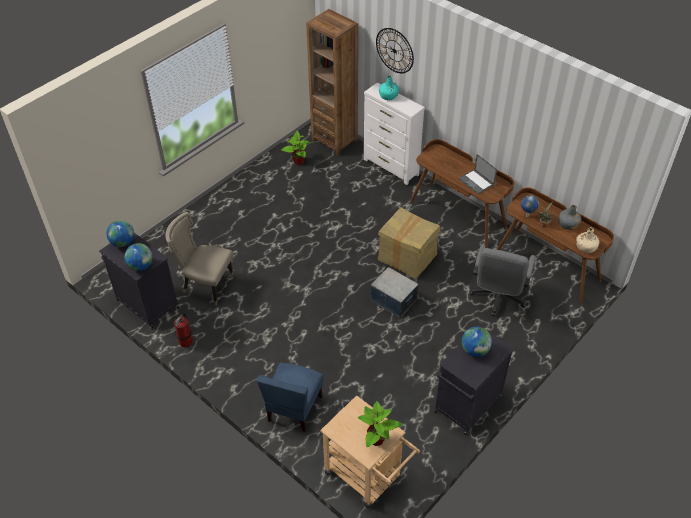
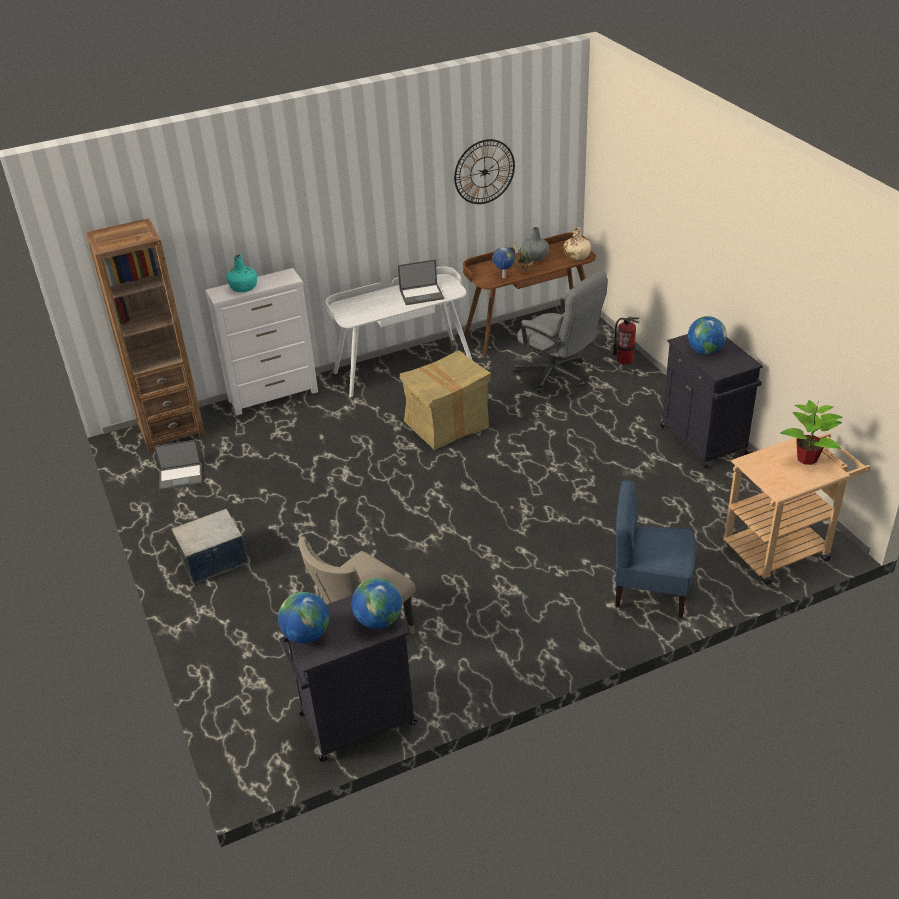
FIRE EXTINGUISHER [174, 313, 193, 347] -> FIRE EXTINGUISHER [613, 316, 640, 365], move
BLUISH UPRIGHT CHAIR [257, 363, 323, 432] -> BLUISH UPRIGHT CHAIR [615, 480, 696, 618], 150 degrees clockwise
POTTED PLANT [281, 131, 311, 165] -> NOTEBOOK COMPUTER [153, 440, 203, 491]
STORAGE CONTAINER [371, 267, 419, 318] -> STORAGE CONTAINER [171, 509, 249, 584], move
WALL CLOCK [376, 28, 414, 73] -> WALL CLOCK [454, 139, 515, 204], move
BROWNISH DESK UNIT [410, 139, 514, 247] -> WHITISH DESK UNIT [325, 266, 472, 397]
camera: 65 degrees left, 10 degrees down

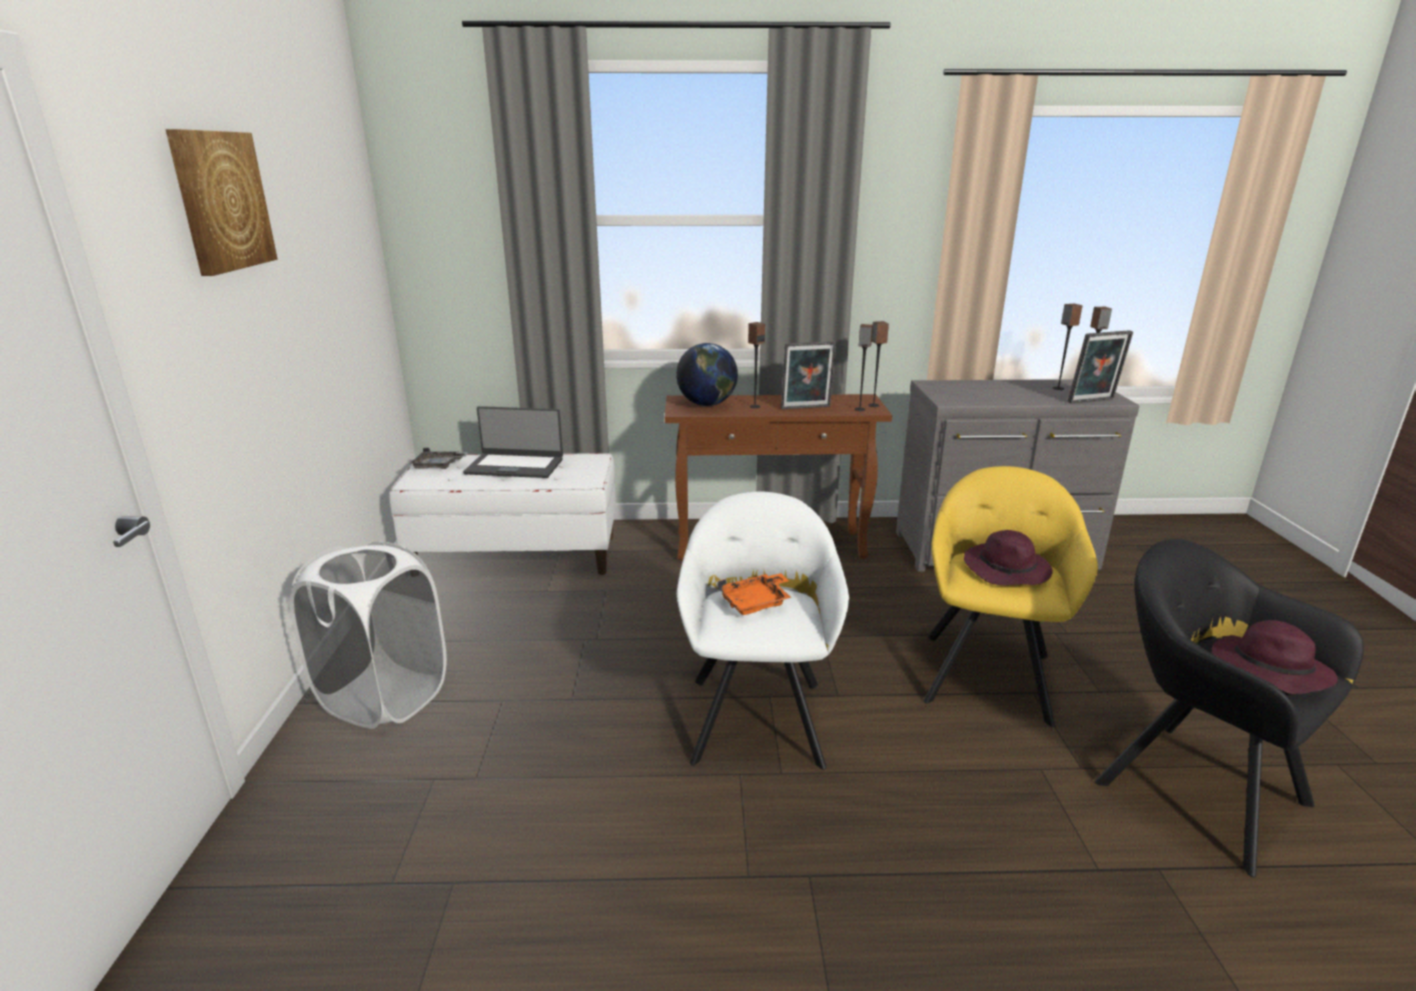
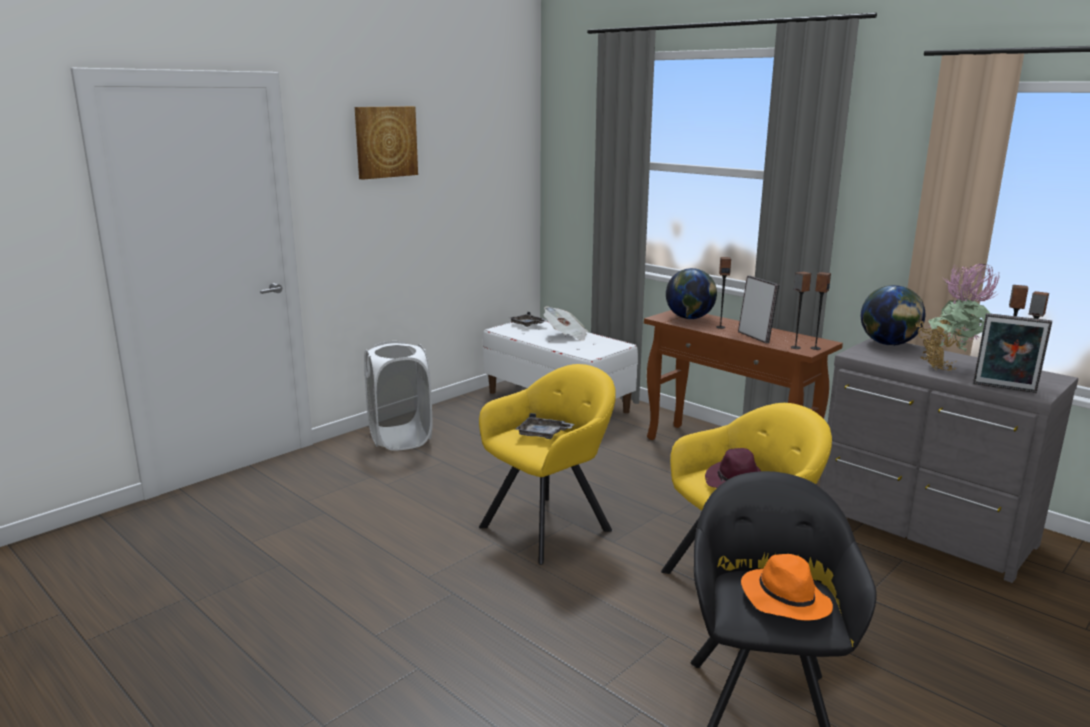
NOTEBOOK COMPUTER [463, 406, 563, 478] -> NEWSPAPER [543, 307, 588, 341]
WHITISH EASY CHAIR [677, 492, 849, 769] -> YELLOW-COLOURED EASY CHAIR [479, 364, 616, 565]
ORANGEY SERVING TRAY [717, 573, 792, 615] -> GRAY SERVING TRAY [515, 413, 574, 439]
PHOTO FRAME [781, 341, 836, 409] -> PHOTO FRAME [738, 276, 779, 343], 150 degrees counterclockwise
PURPLE-COLOURED CLOTHING HAT [1212, 620, 1338, 694] -> ORANGEY CLOTHING HAT [741, 554, 833, 621]
none -> WORLD GLOBE [861, 285, 925, 346]
none -> POTTED PLANT [915, 264, 1000, 371]
camera: 45 degrees right, 5 degrees down

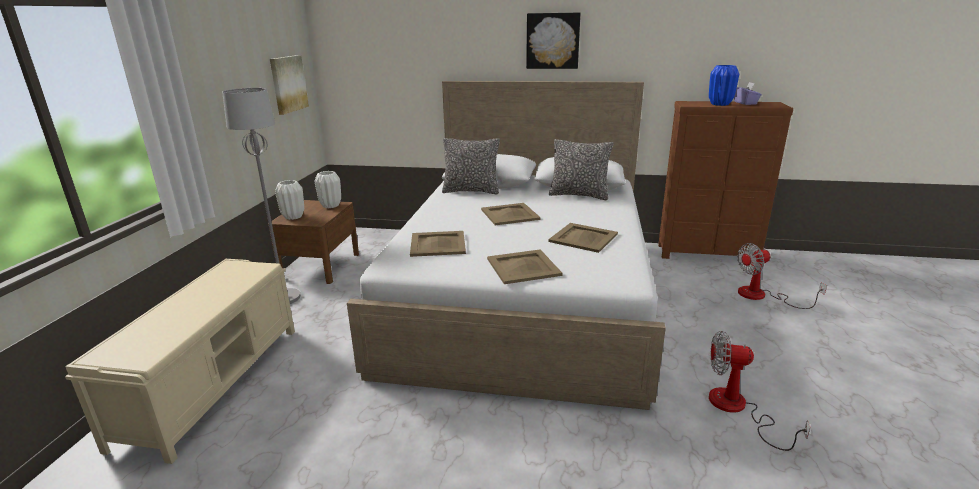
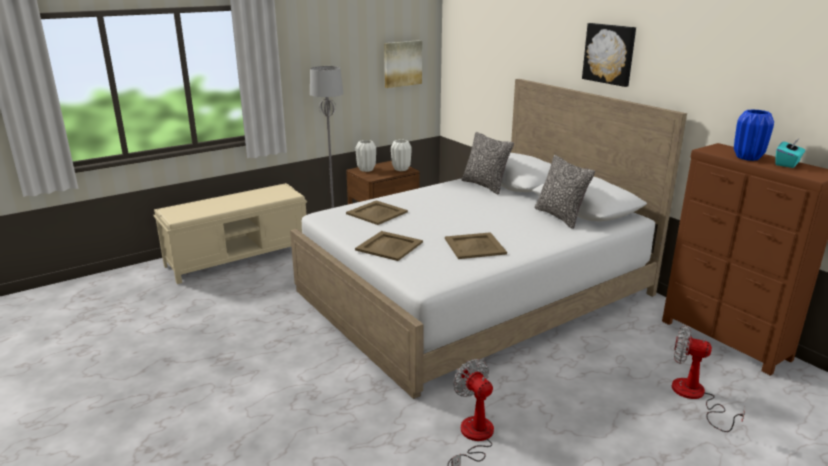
BEIGE SERVING TRAY [481, 203, 541, 225] -> none
PURPLE-COLOURED TISSUE HOLDER [734, 82, 762, 105] -> BLUE-GREEN TISSUE HOLDER [775, 138, 805, 168]
camera: 45 degrees right, 0 degrees up

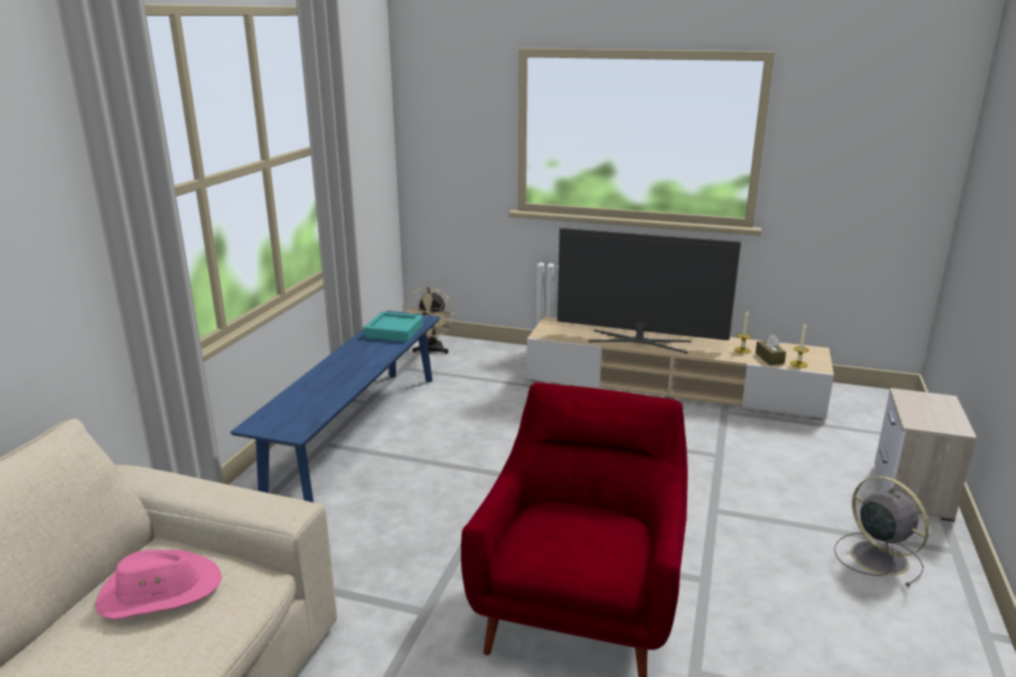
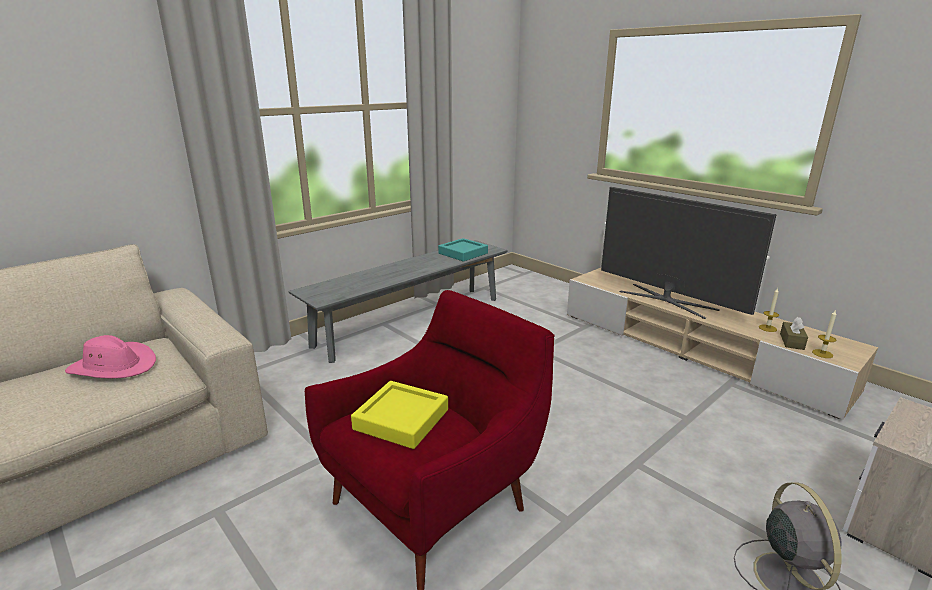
BLUISH LONG SEAT [231, 311, 440, 503] -> GRAY LONG SEAT [288, 240, 508, 363]
BEIGE ELECTRIC FAN [402, 287, 455, 354] -> none
none -> YELLOW-COLOURED SERVING TRAY [351, 381, 448, 449]
camera: 30 degrees right, 0 degrees up

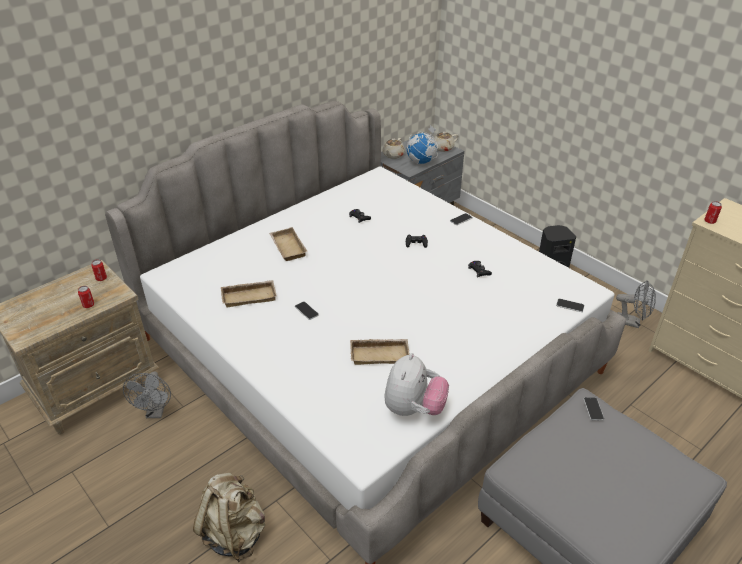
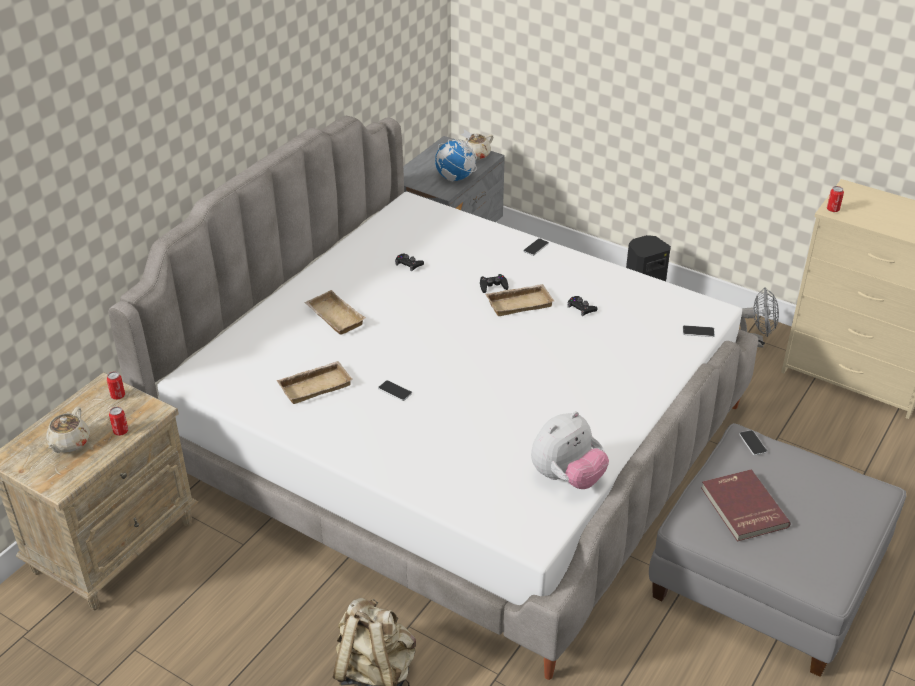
GRAY ELECTRIC FAN [123, 371, 171, 418] -> none
BEIGE SERVING TRAY [350, 339, 410, 365] -> BEIGE SERVING TRAY [486, 284, 554, 316], move
BEIGE TEAPOT [382, 138, 405, 159] -> BEIGE TEAPOT [46, 407, 90, 453], move
CUDDLY TOY [384, 353, 449, 416] -> CUDDLY TOY [531, 411, 609, 489], 45 degrees clockwise
none -> REDDISH BOOK [701, 470, 791, 542]
camera: 15 degrees left, 0 degrees up

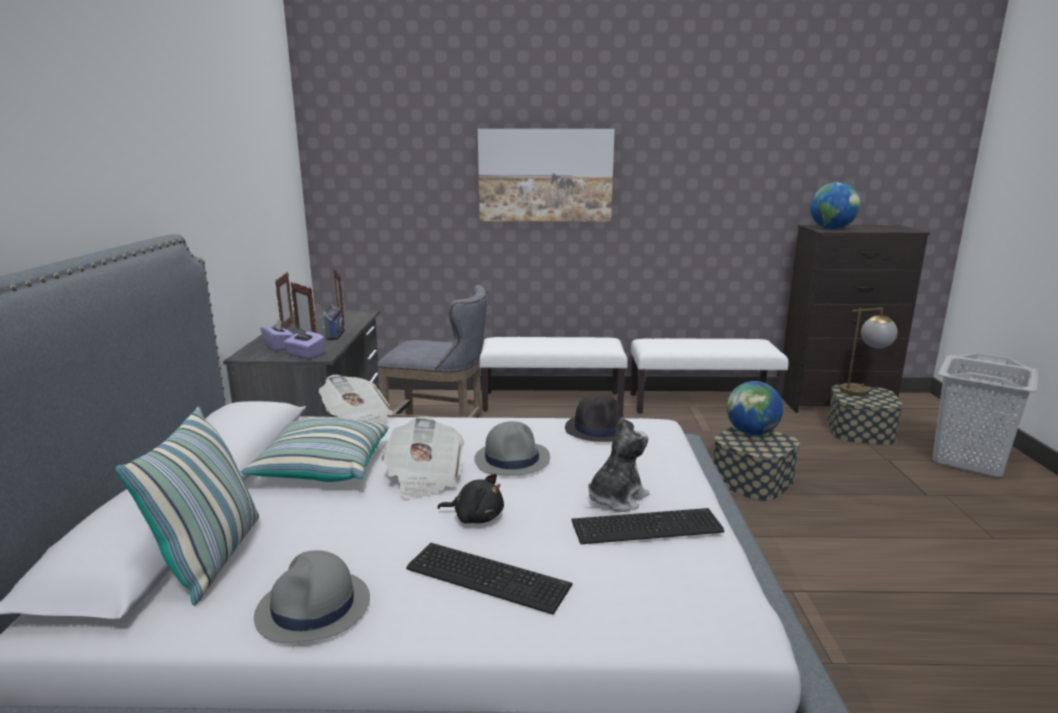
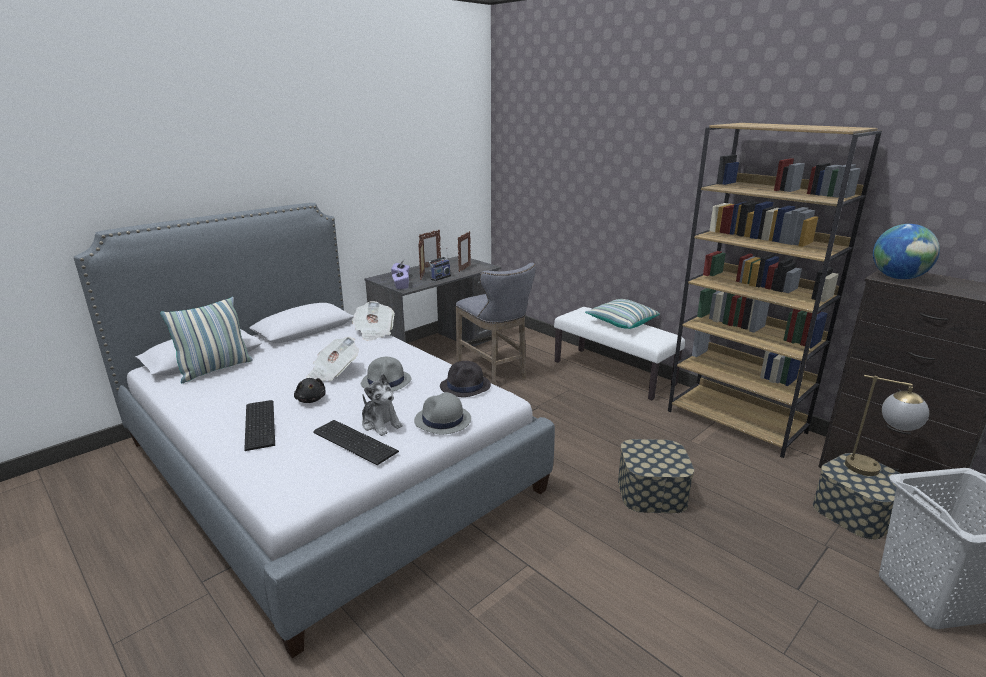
PILLOW [241, 417, 389, 482] -> PILLOW [585, 299, 660, 329], move
GRAY CLOTHING HAT [254, 550, 370, 643] -> GRAY CLOTHING HAT [414, 392, 471, 434], move
WALL PICTURE [478, 129, 615, 221] -> none
CUDDLY TOY [588, 417, 649, 512] -> CUDDLY TOY [362, 374, 403, 436], 45 degrees clockwise
WHITISH LONG SEAT [631, 338, 788, 413] -> BROWNISH BOOKSHELF [668, 123, 882, 458]
WORLD GLOBE [727, 381, 783, 435] -> none
camera: 45 degrees right, 5 degrees up

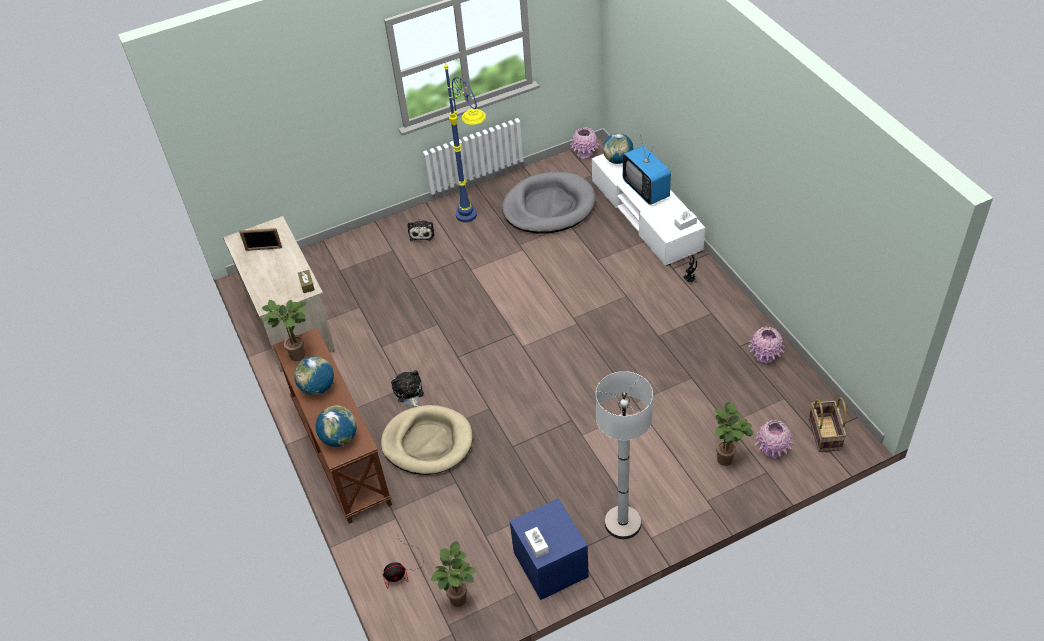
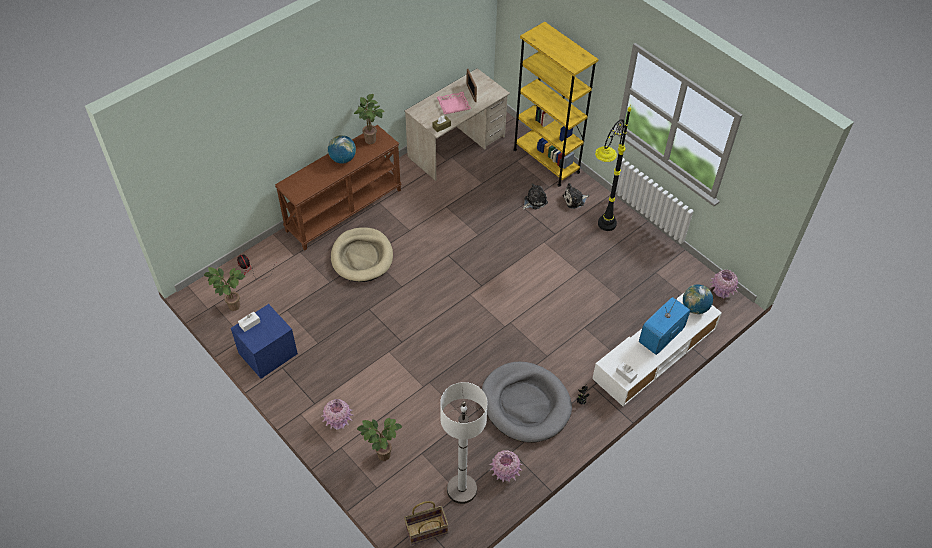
WORLD GLOBE [315, 405, 357, 447] -> none
CUDDLY TOY [391, 370, 424, 407] -> CUDDLY TOY [523, 183, 548, 209], move
BLUISH FLOOR LAMP [444, 61, 486, 222] -> BLACK FLOOR LAMP [595, 107, 631, 231]
GRAY DOG CUSHION [502, 172, 596, 234] -> GRAY DOG CUSHION [482, 362, 572, 443], move
WHITISH FLOOR LAMP [596, 371, 653, 539] -> WHITISH FLOOR LAMP [440, 382, 487, 504], move
PINK-COLOURED DECORATIVE VASE [754, 420, 793, 459] -> PINK-COLOURED DECORATIVE VASE [321, 399, 354, 430], move
none -> PINK-COLOURED SERVING TRAY [437, 92, 471, 114]
none -> YELLOW-COLOURED BOOKSHELF [513, 22, 599, 186]
camera: 70 degrees right, 5 degrees up

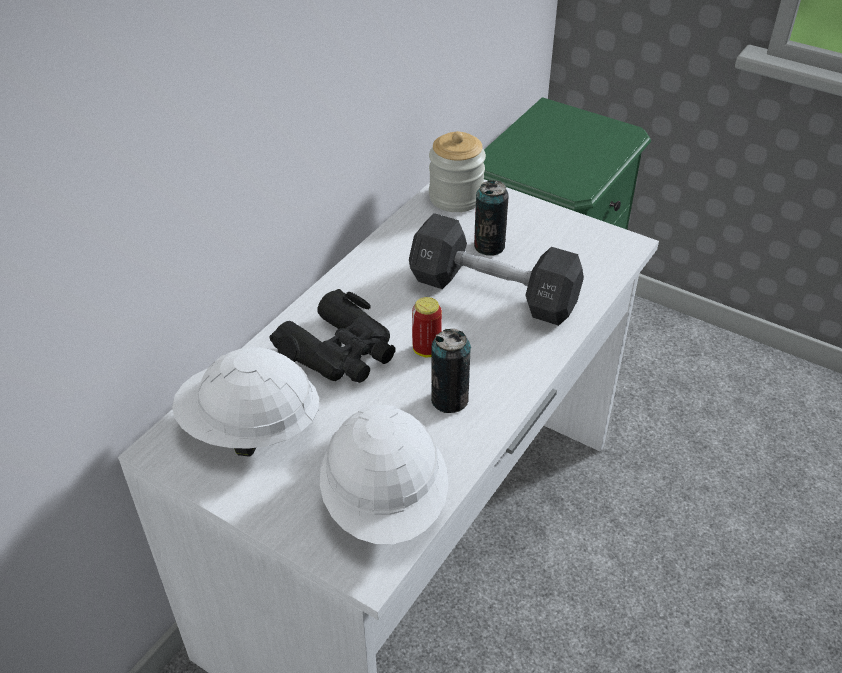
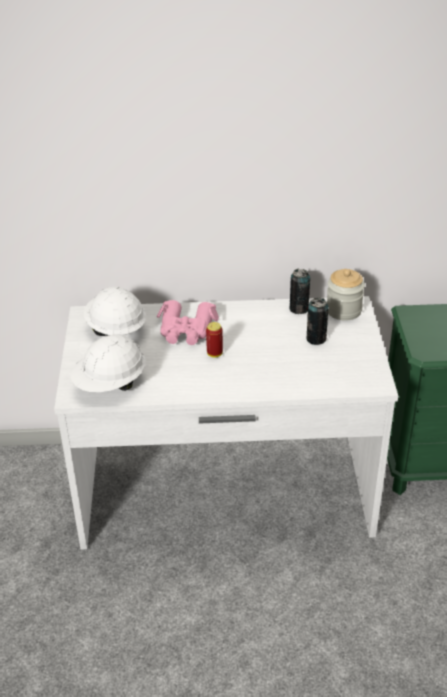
BLACK BINOCULARS [269, 289, 395, 383] -> PINK-COLOURED BINOCULARS [157, 300, 219, 345]
BLACK FREE WEIGHT [409, 213, 584, 326] -> none
METAL CAN [431, 329, 471, 413] -> METAL CAN [289, 269, 310, 314], move
camera: 55 degrees right, 5 degrees down

